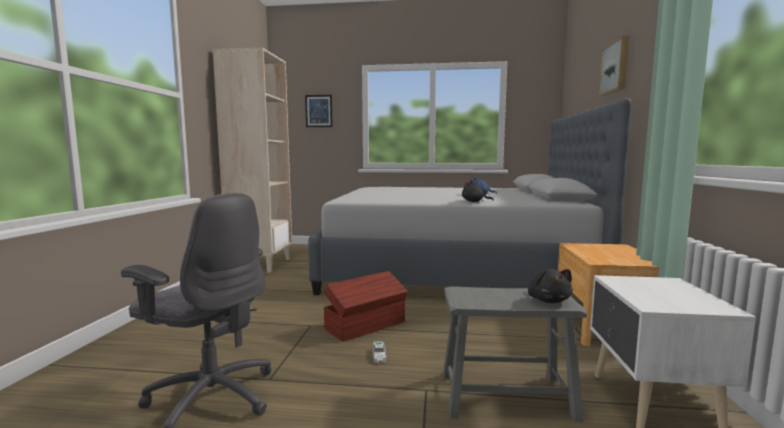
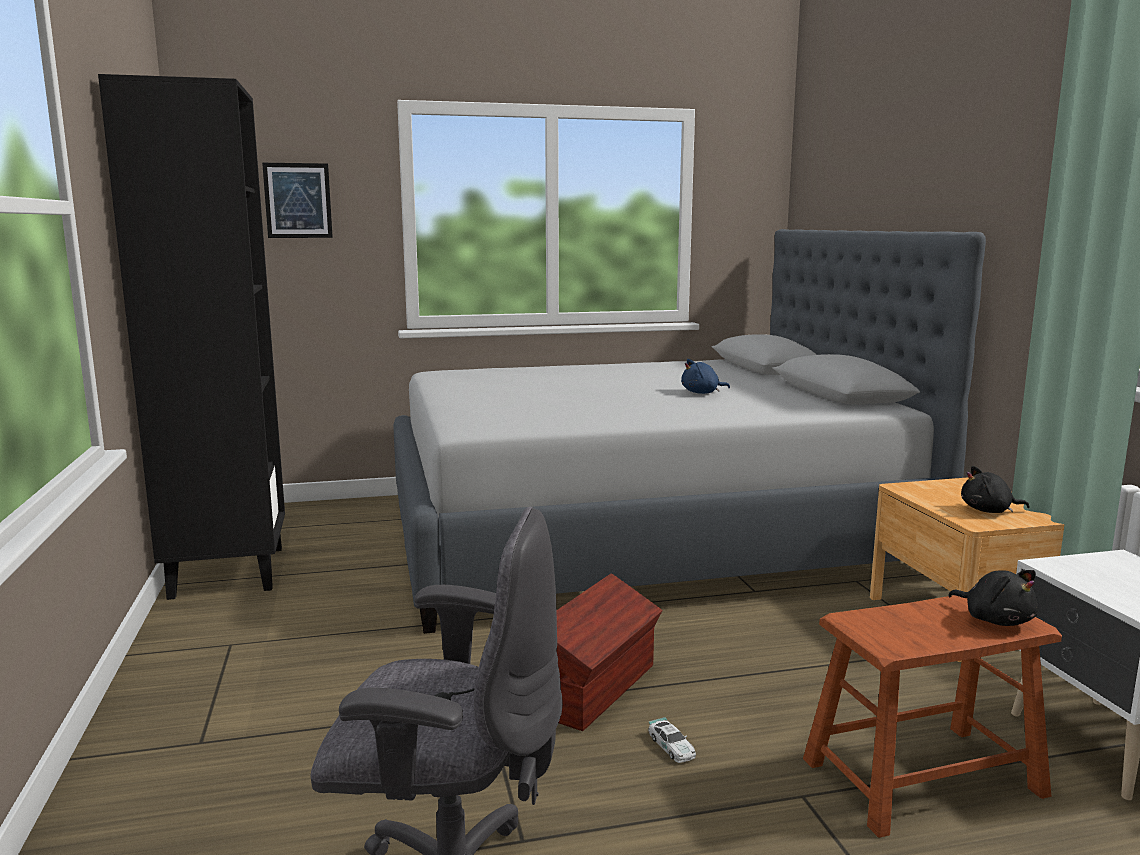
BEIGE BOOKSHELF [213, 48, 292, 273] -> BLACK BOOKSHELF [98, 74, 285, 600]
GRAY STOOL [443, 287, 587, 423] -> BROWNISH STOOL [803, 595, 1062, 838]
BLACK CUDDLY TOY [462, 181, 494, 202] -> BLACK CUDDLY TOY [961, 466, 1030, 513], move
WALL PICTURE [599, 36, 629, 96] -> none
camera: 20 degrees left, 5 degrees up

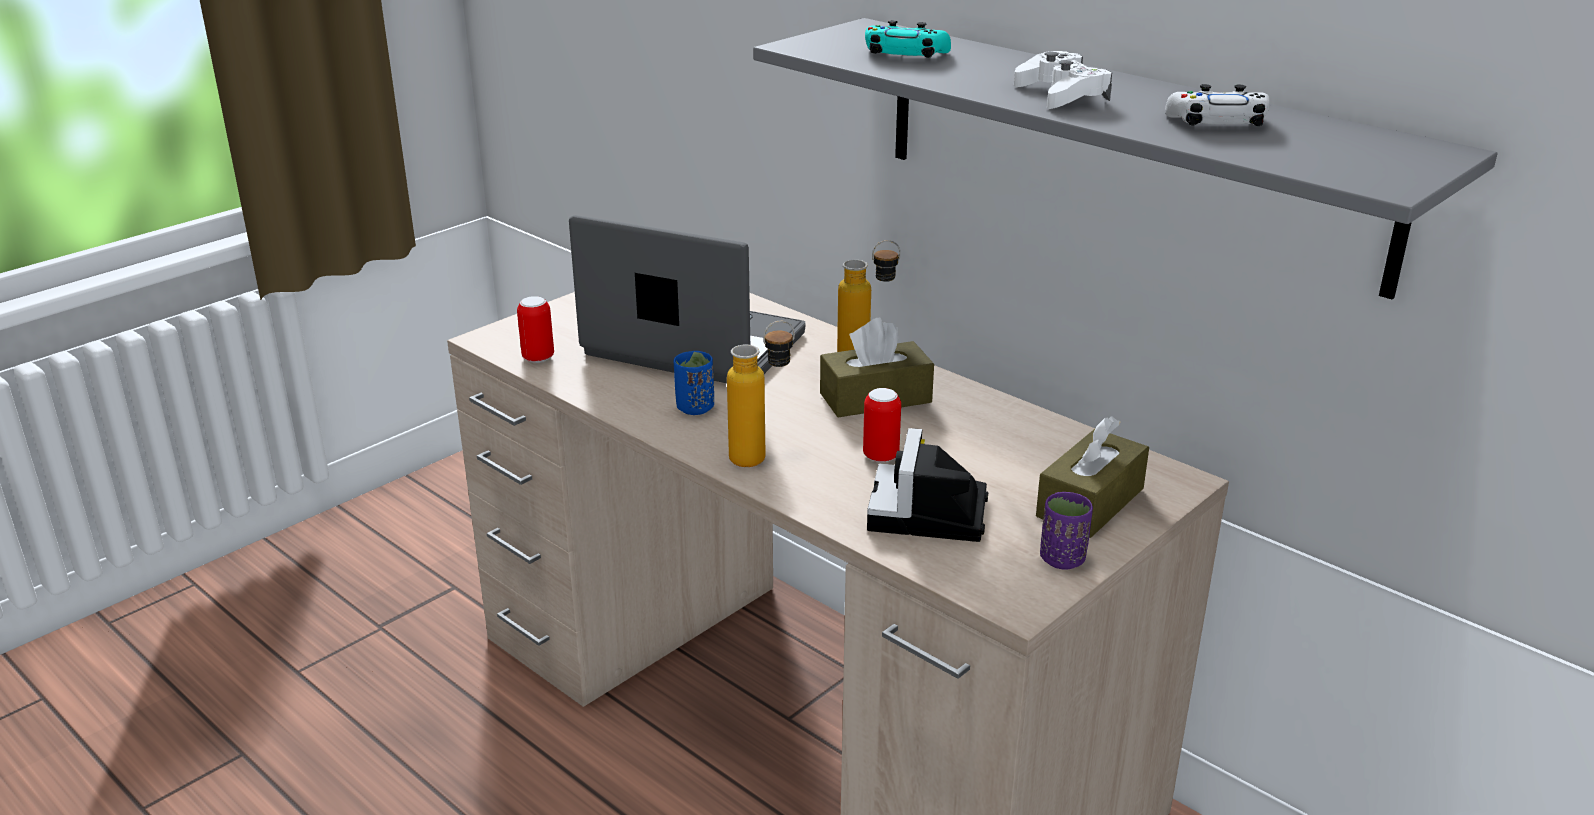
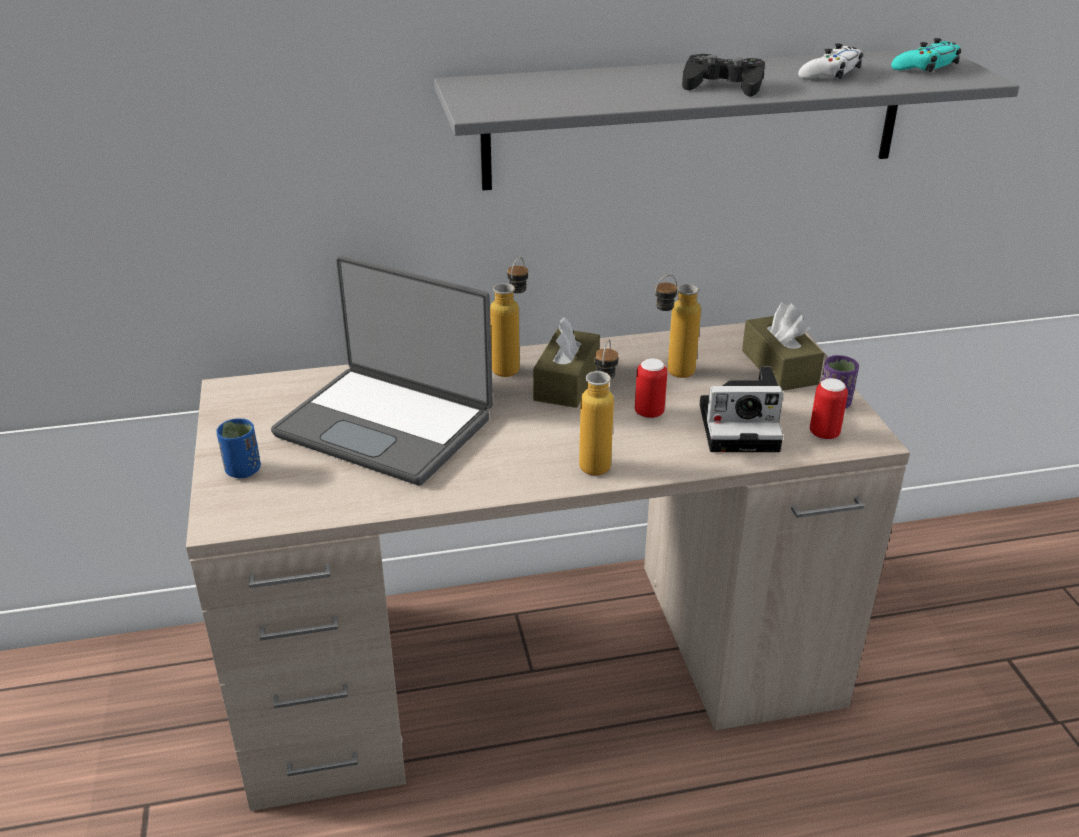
METAL CAN [517, 296, 554, 363] -> METAL CAN [810, 378, 848, 440], move
NOTEBOOK COMPUTER [569, 215, 805, 383] -> NOTEBOOK COMPUTER [271, 256, 493, 486], 120 degrees counterclockwise
BLUISH DRINKING CUP [674, 351, 714, 415] -> BLUISH DRINKING CUP [216, 418, 261, 478], move
BLUE-GREEN GAME CONTROLLER [865, 20, 951, 58] -> BLUE-GREEN GAME CONTROLLER [891, 38, 961, 72], move
PHOTO CAMERA [867, 428, 988, 542] -> PHOTO CAMERA [700, 367, 783, 452], 45 degrees counterclockwise
WHITISH GAME CONTROLLER [1014, 51, 1112, 109] -> BLACK GAME CONTROLLER [682, 54, 765, 97]
none -> BEVERAGE BOTTLE [655, 275, 701, 378]
camera: 55 degrees left, 5 degrees up

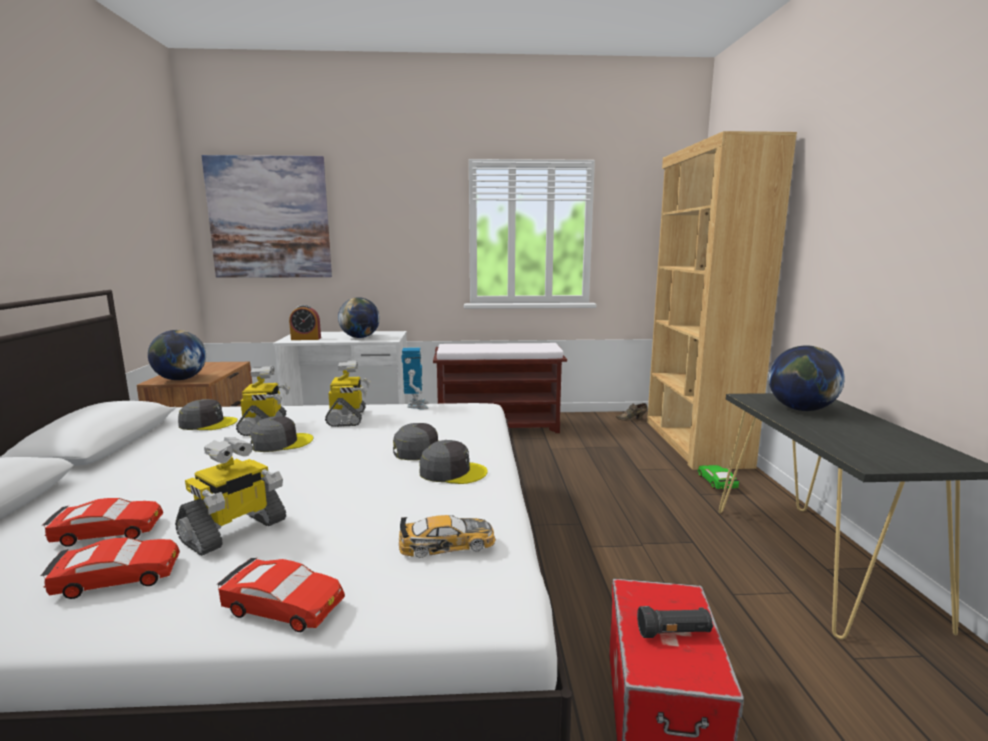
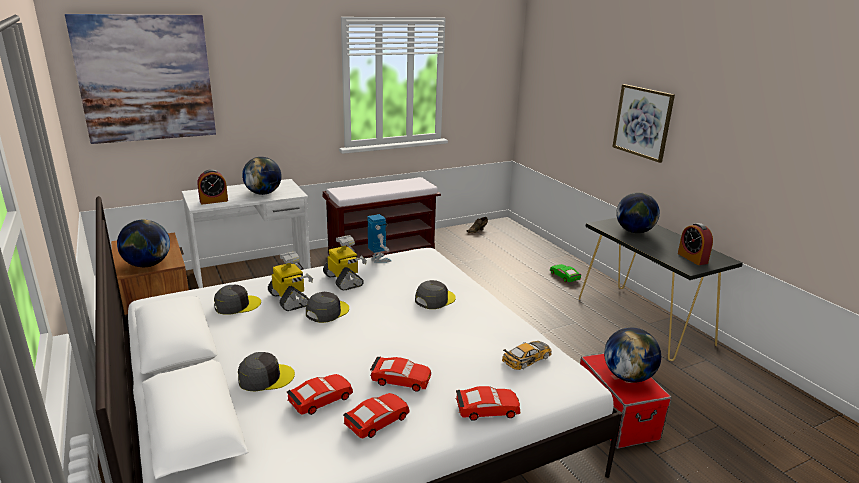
ROBOT FIGURE [175, 437, 286, 556] -> REDDISH MINIATURE CAR [370, 357, 431, 392]
GRAY BASEBALL CAP [420, 440, 488, 484] -> GRAY BASEBALL CAP [238, 352, 295, 392], move
BLACK FLASHLIGHT [637, 606, 713, 638] -> WORLD GLOBE [604, 327, 661, 383]
BROWNISH BOOKSHELF [647, 131, 797, 470] -> none
none -> WALL PICTURE [612, 84, 675, 163]
none -> ALARM CLOCK [678, 223, 713, 265]
camera: 25 degrees left, 10 degrees up

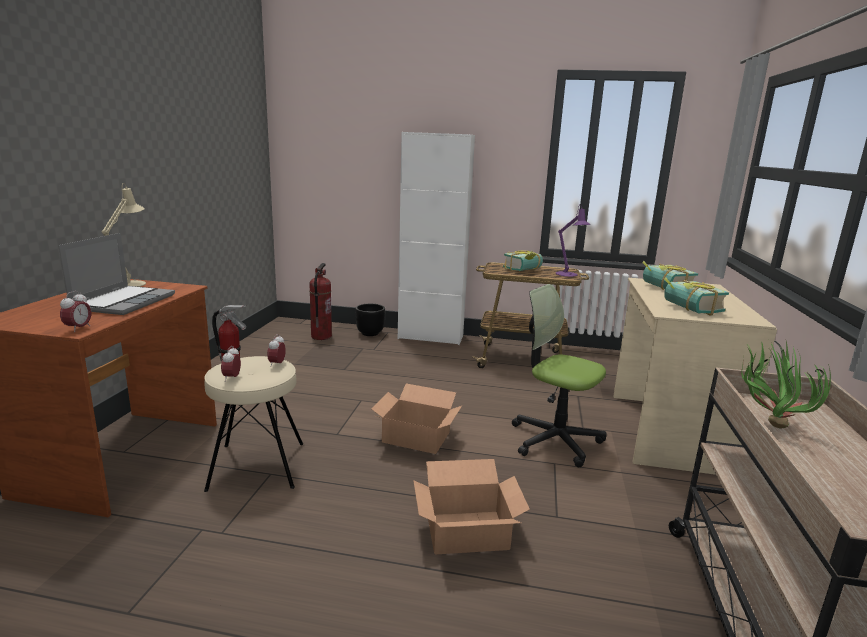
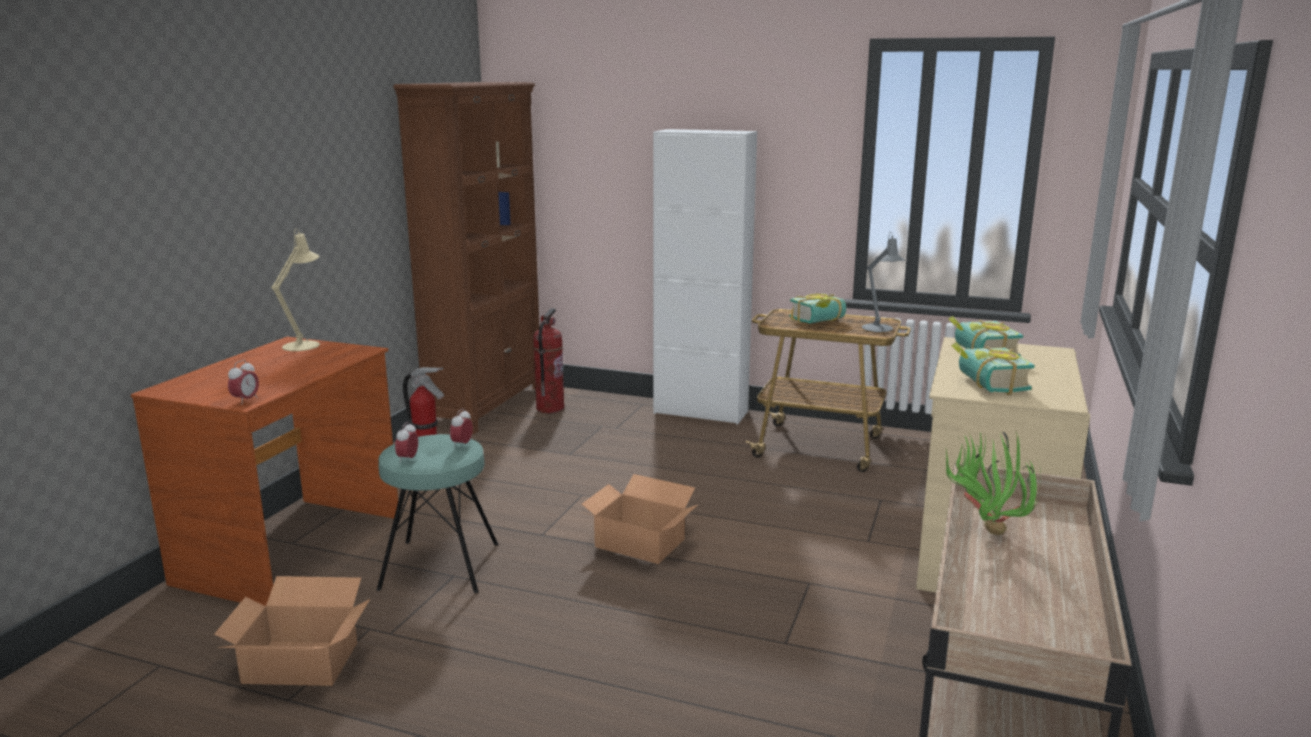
NOTEBOOK COMPUTER [58, 233, 175, 315] -> none
BEIGE STOOL [204, 356, 303, 492] -> BLUE-GREEN STOOL [377, 434, 498, 593]
BLACK PLANT POT [355, 304, 385, 336] -> none
PACKING BOX [413, 459, 530, 555] -> PACKING BOX [214, 576, 370, 686], move
DESK CHAIR [512, 284, 607, 467] -> none
PURPLE-COLOURED LAMP FOR A TABLE [556, 204, 591, 277] -> GRAY LAMP FOR A TABLE [862, 232, 905, 332]
none -> BROWNISH BOOKSHELF [393, 82, 539, 434]
camera: 10 degrees right, 0 degrees up

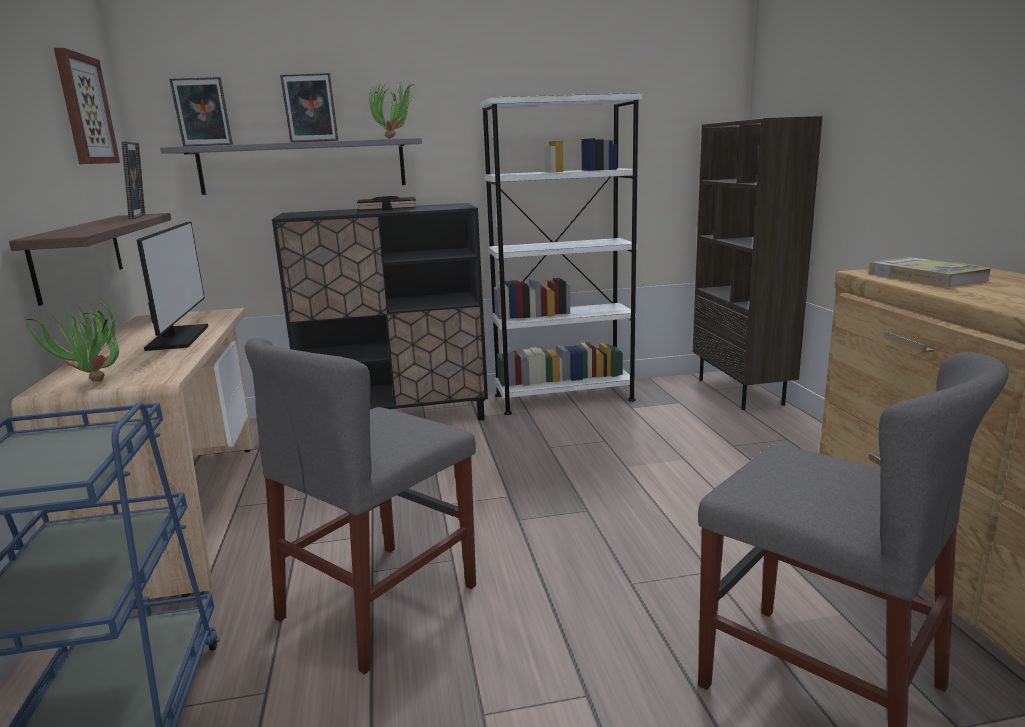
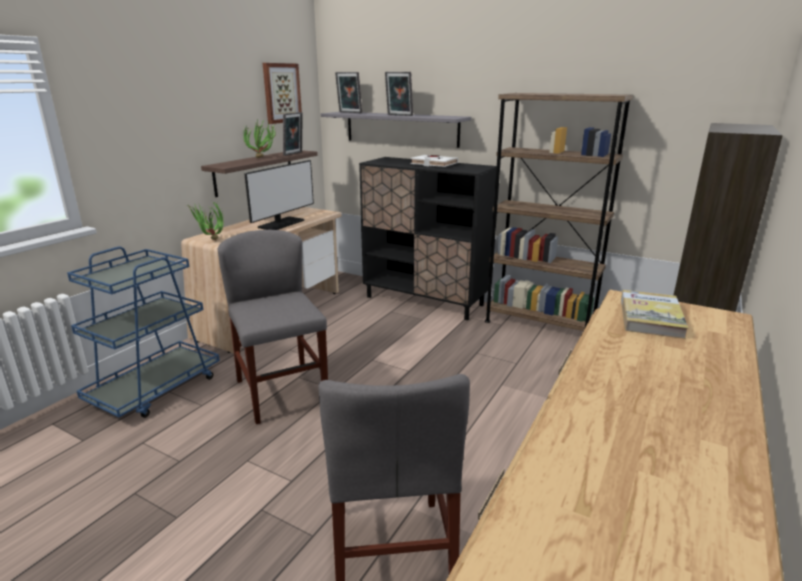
GRAY UPRIGHT CHAIR [245, 338, 476, 674] -> GRAY UPRIGHT CHAIR [218, 230, 328, 424], 75 degrees clockwise
BLACK BOOK [357, 196, 416, 211] -> WHITISH BOOK [410, 155, 458, 167]
POTTED PLANT [369, 80, 414, 139] -> POTTED PLANT [243, 119, 276, 158], move
WHITISH BOOKSHELF [480, 93, 642, 415] -> BROWNISH BOOKSHELF [485, 93, 633, 331]
camera: 40 degrees right, 5 degrees up

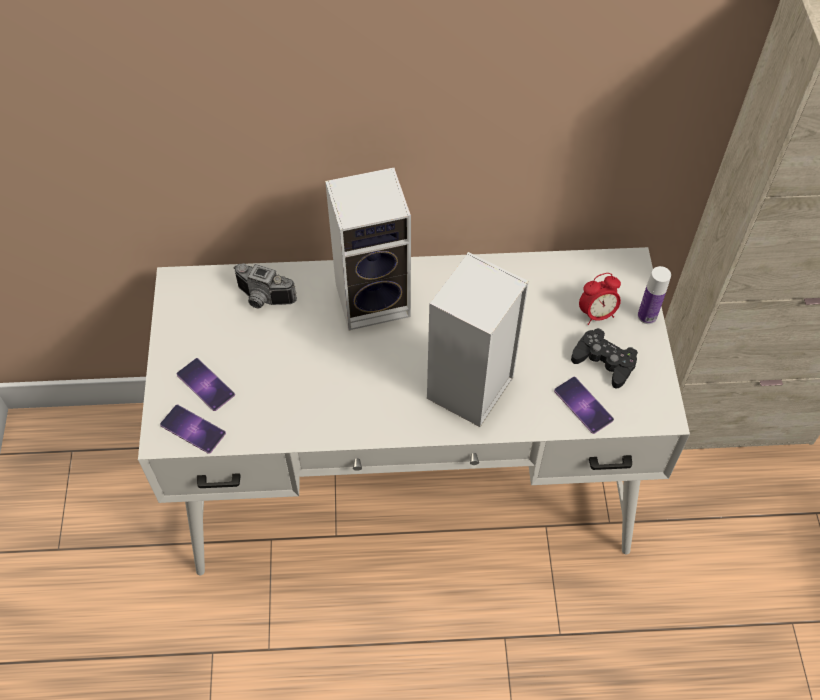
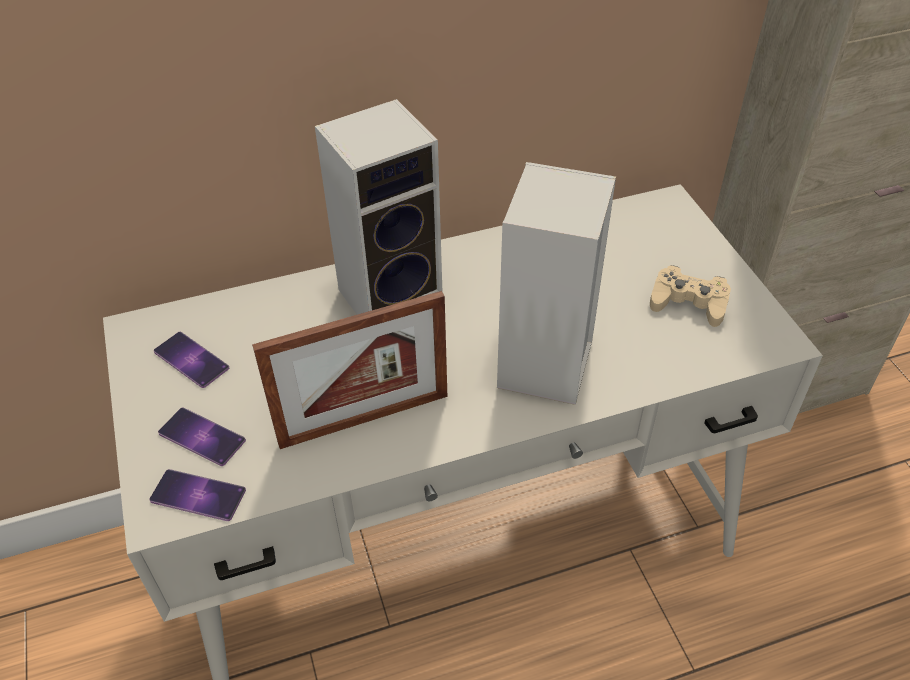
PHOTO CAMERA [233, 263, 297, 308] -> none
HANDSET [554, 377, 614, 434] -> HANDSET [154, 332, 229, 388], move
BLACK GAME CONTROLLER [571, 328, 638, 389] -> BEIGE GAME CONTROLLER [650, 265, 731, 327]
ALARM CLOCK [579, 273, 621, 325] -> none
BEVERAGE BOTTLE [638, 266, 671, 324] -> none
none -> PHOTO FRAME [252, 291, 447, 449]
camera: 15 degrees left, 10 degrees down

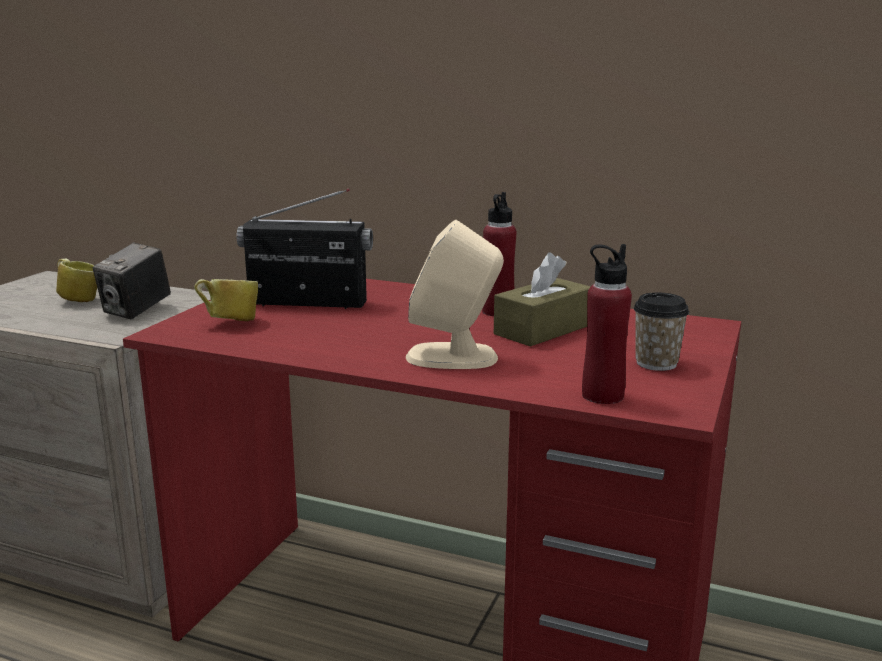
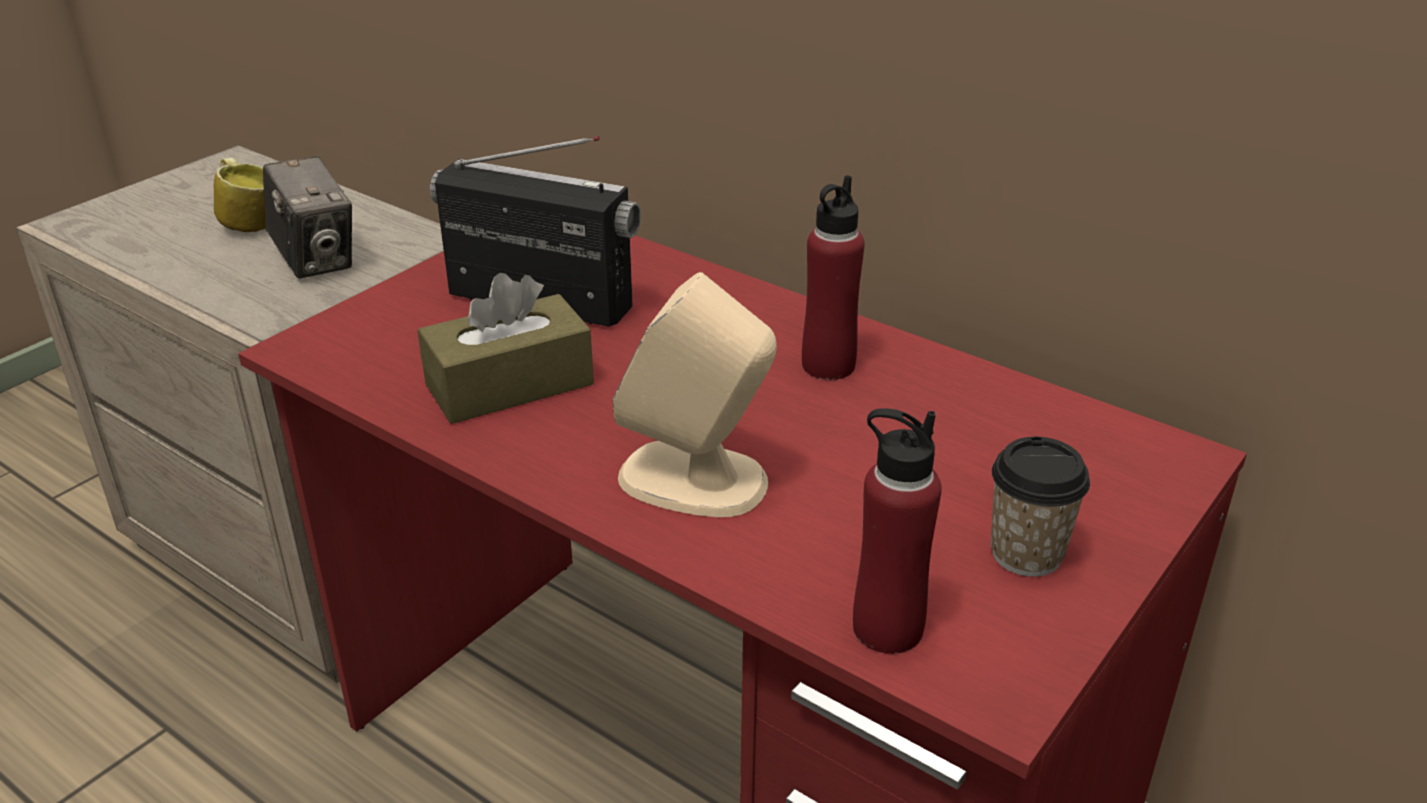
PHOTO CAMERA [93, 242, 171, 319] -> PHOTO CAMERA [263, 156, 352, 278], 75 degrees counterclockwise
MUG [194, 279, 258, 321] -> none
BROWNISH TISSUE HOLDER [494, 252, 591, 347] -> BROWNISH TISSUE HOLDER [417, 273, 594, 424], move
camera: 15 degrees right, 15 degrees up

